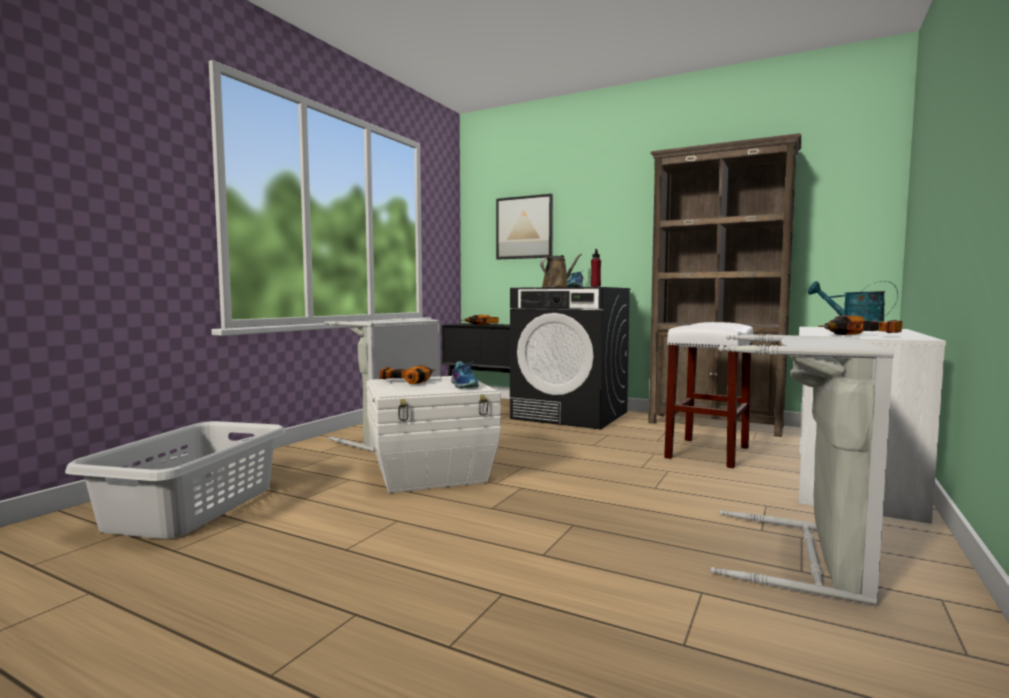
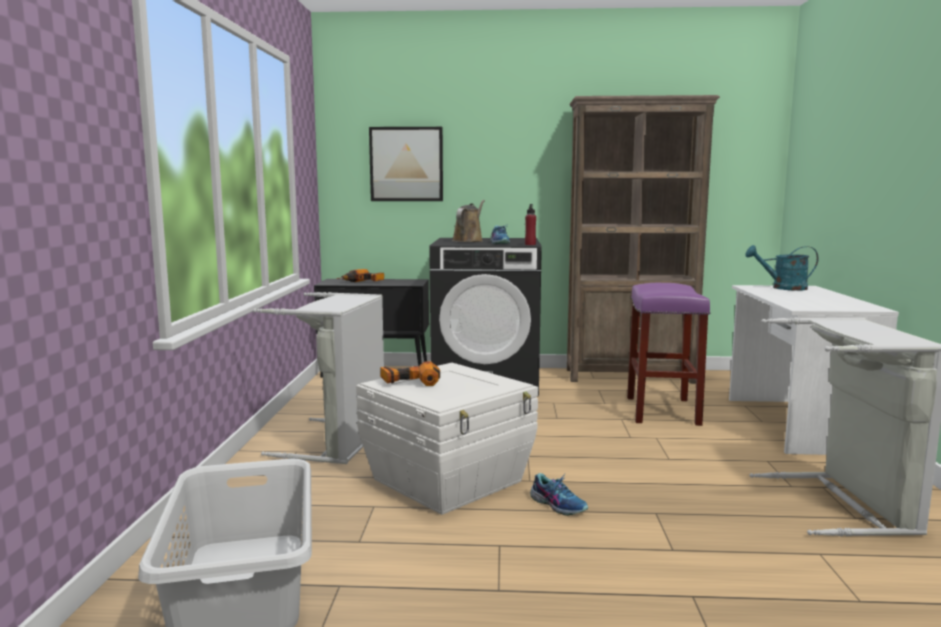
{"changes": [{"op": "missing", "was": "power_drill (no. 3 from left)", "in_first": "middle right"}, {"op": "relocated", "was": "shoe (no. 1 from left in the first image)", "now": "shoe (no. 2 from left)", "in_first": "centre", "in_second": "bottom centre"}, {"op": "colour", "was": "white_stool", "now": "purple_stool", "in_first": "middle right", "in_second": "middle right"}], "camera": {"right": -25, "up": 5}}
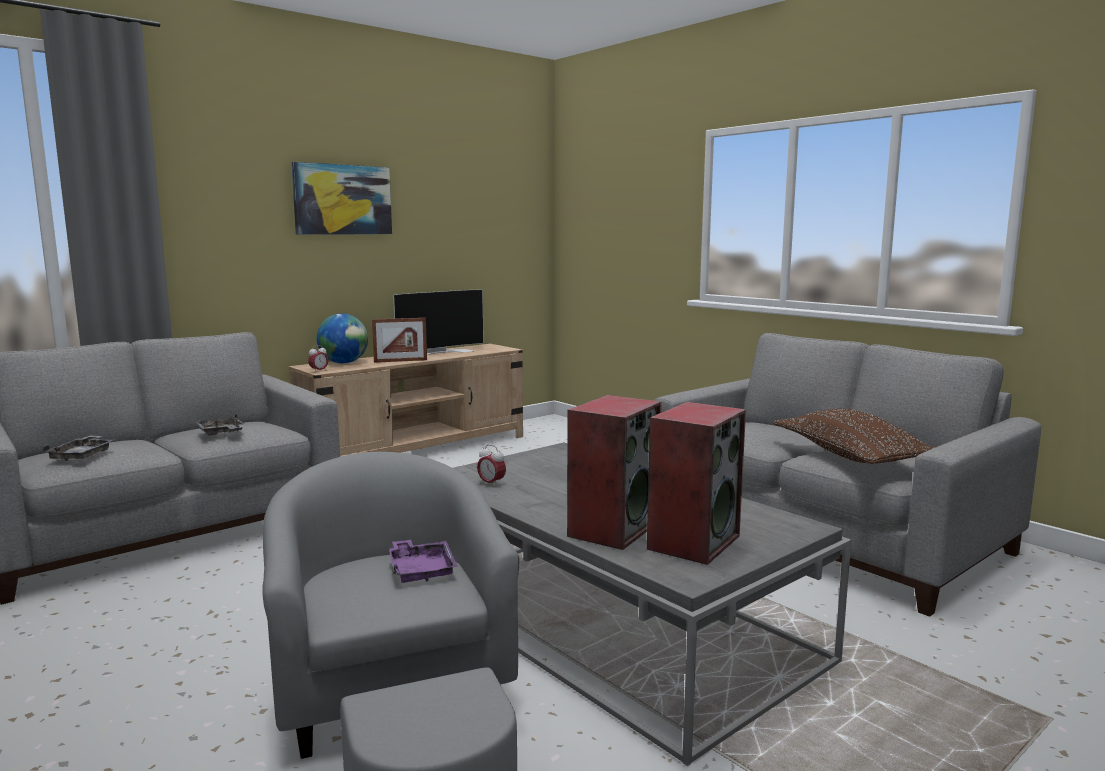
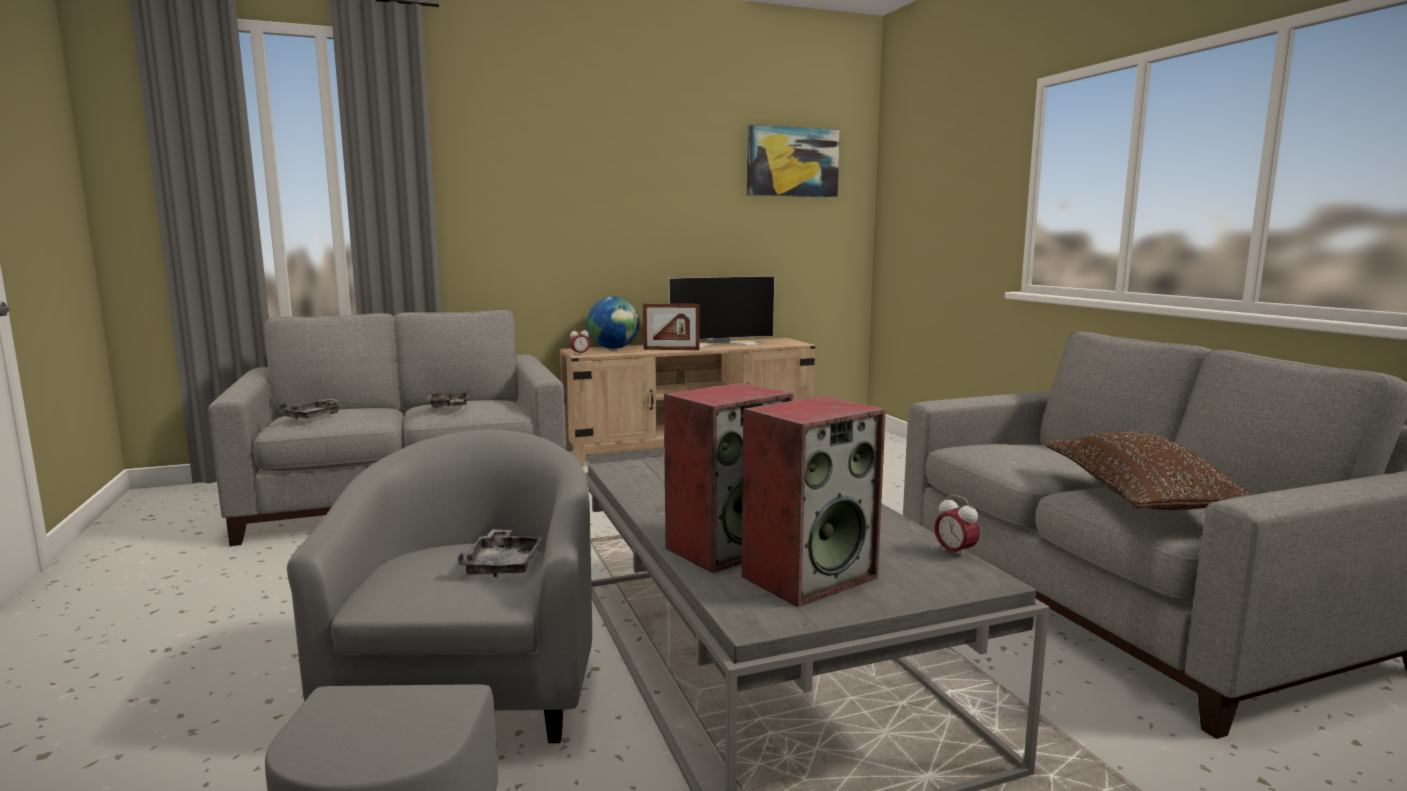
{"changes": [{"op": "relocated", "was": "picture", "in_first": "top left", "in_second": "top centre"}, {"op": "relocated", "was": "alarm_clock (no. 2 from left)", "in_first": "centre", "in_second": "middle right"}, {"op": "colour", "was": "purple_tray", "now": "grey_tray (no. 3 from left)", "in_first": "bottom centre", "in_second": "bottom centre"}], "camera": {"right": 20, "up": 0}}
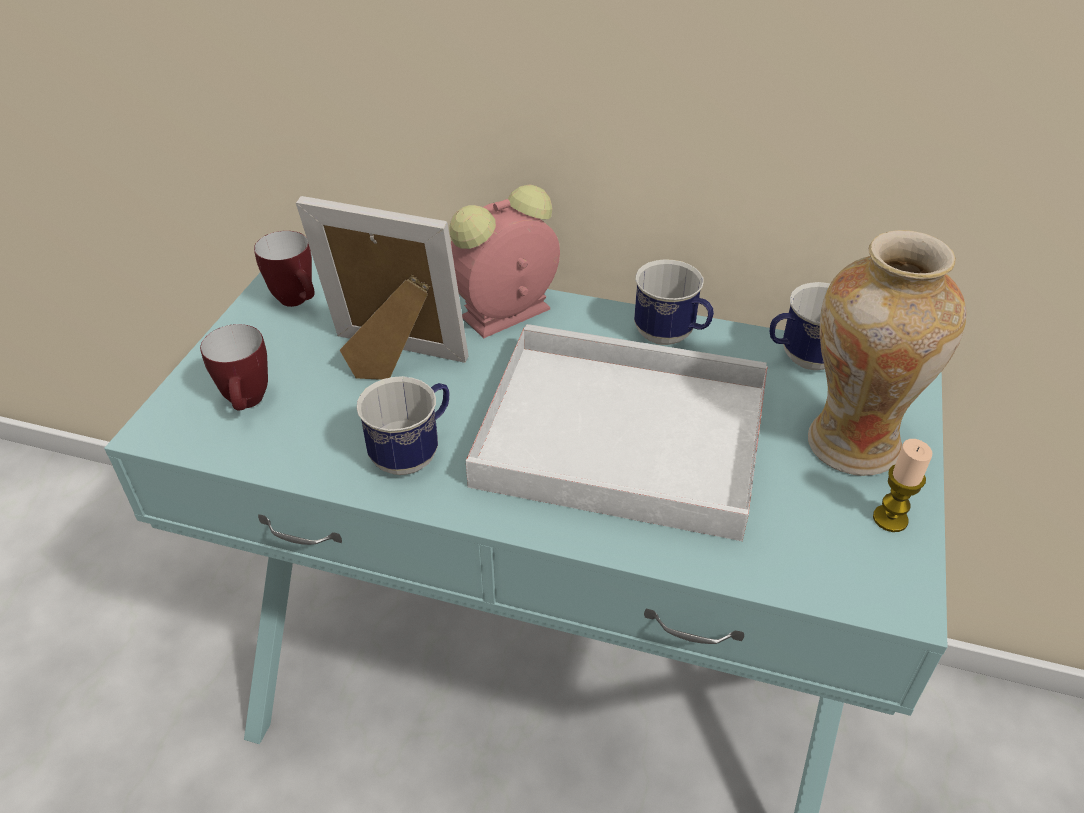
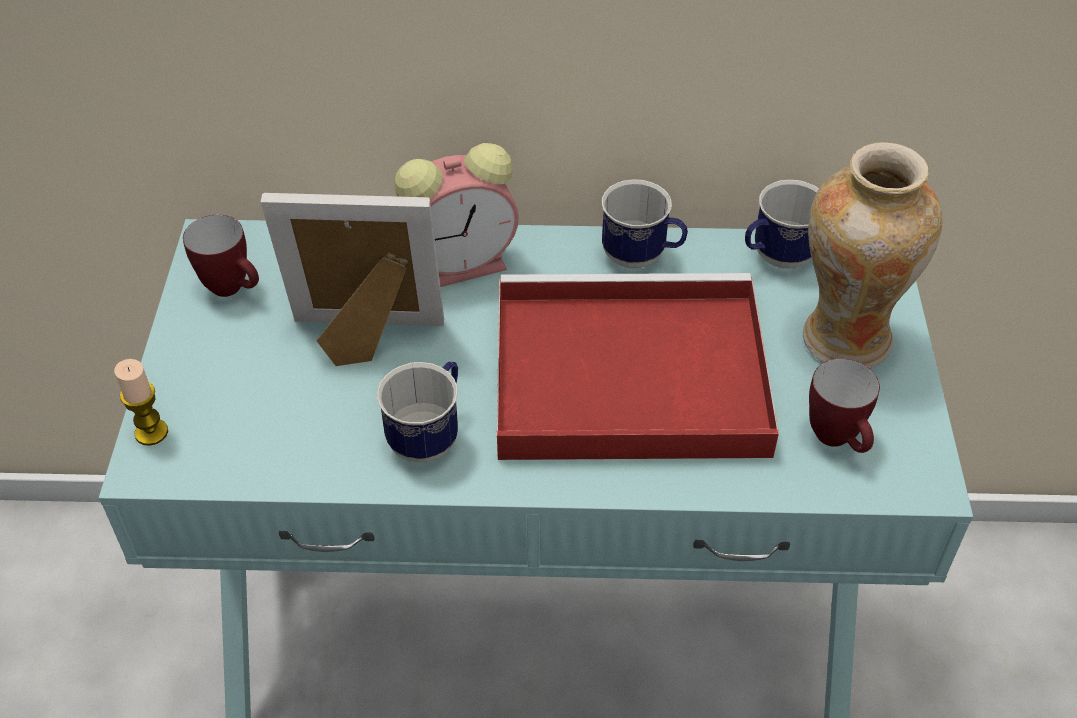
{"changes": [{"op": "relocated", "was": "mug (no. 1 from left in the first image)", "now": "mug (no. 5 from left)", "in_first": "middle left", "in_second": "middle right"}, {"op": "relocated", "was": "candle", "in_first": "middle right", "in_second": "middle left"}, {"op": "colour", "was": "white_tray", "now": "red_tray", "in_first": "centre", "in_second": "centre"}, {"op": "spun", "was": "alarm_clock", "in_first": "top centre", "in_second": "top centre", "clockwise": -150}], "camera": {"right": -15, "up": 5}}
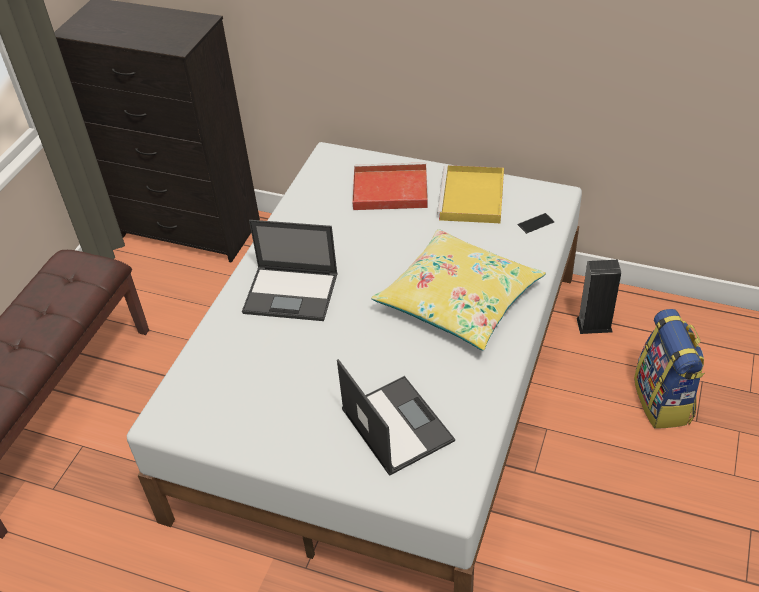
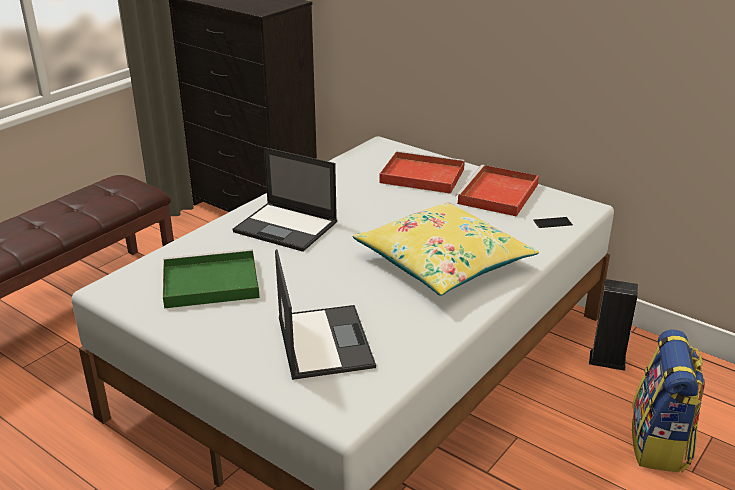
{"changes": [{"op": "appeared", "now": "green_tray", "in_second": "middle left"}, {"op": "colour", "was": "yellow_tray", "now": "red_tray (no. 2 from left)", "in_first": "top centre", "in_second": "middle right"}], "camera": {"right": 15, "up": -15}}
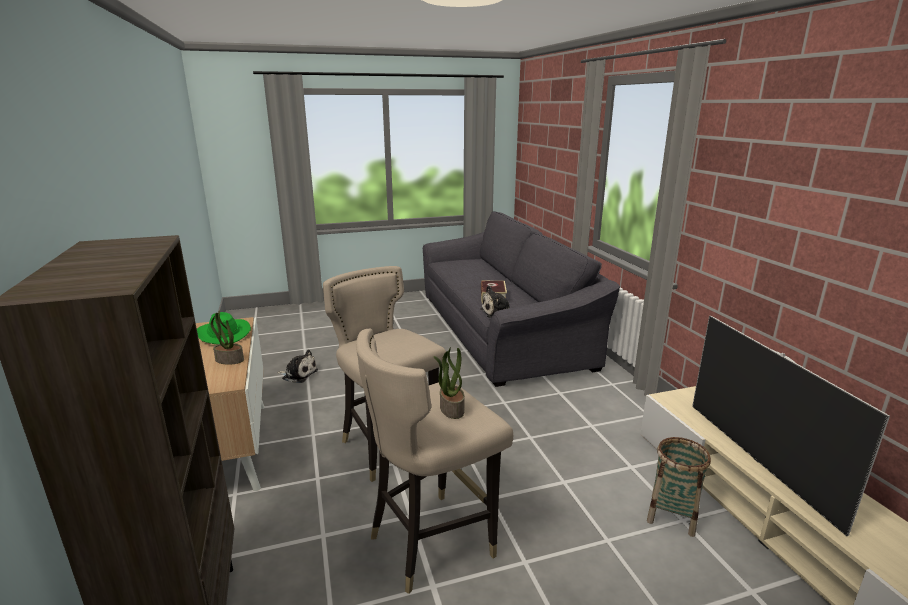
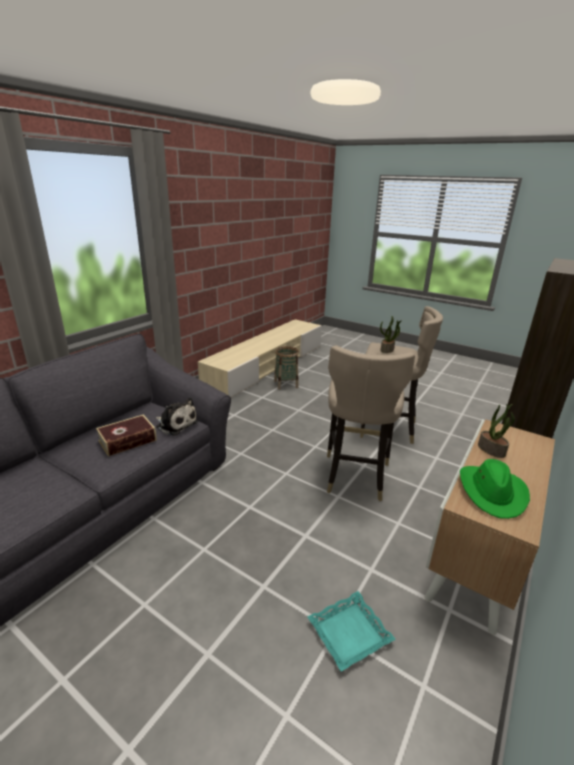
{"changes": [{"op": "missing", "was": "television", "in_first": "bottom right"}, {"op": "exchanged", "was": "plush_toy (no. 1 from left)", "now": "turquoise_tray", "in_first": "middle left", "in_second": "bottom centre"}], "camera": {"right": -130, "up": 5}}
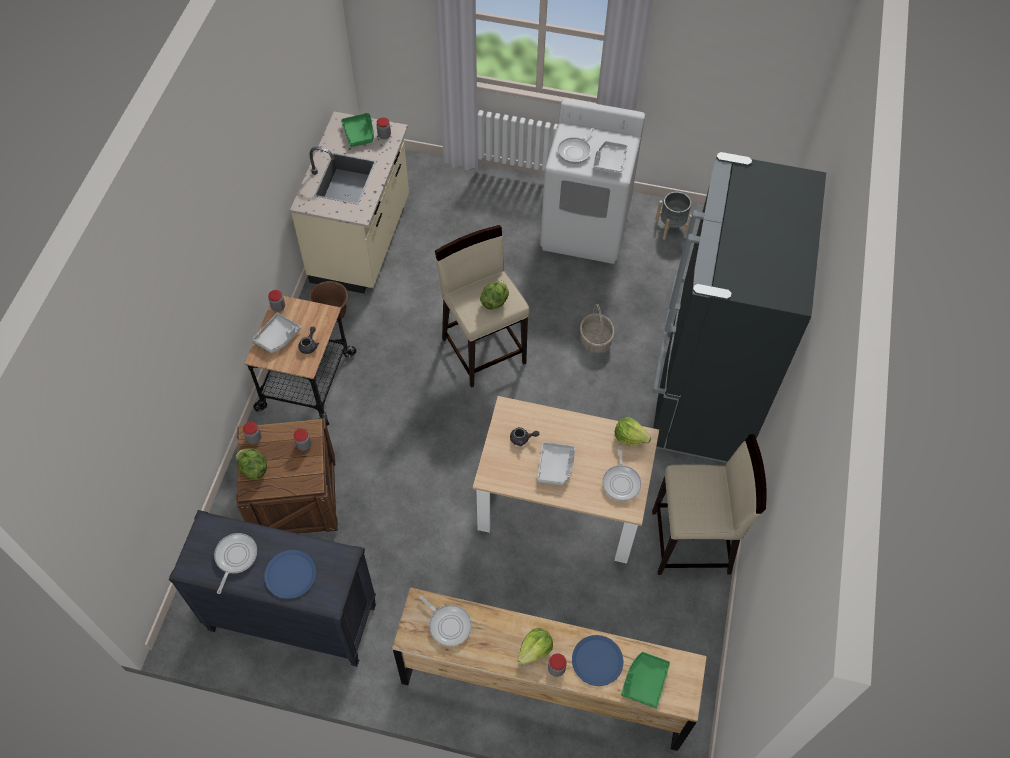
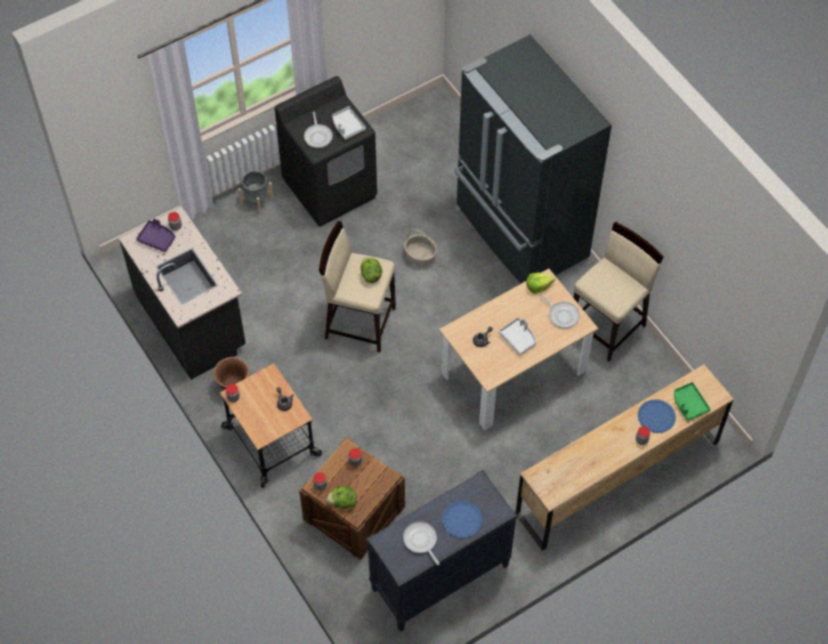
{"changes": [{"op": "missing", "was": "grey_tray (no. 1 from left)", "in_first": "middle left"}, {"op": "missing", "was": "frying_pan (no. 2 from left)", "in_first": "bottom centre"}, {"op": "missing", "was": "lettuce (no. 3 from left)", "in_first": "bottom centre"}, {"op": "relocated", "was": "grey_planter", "in_first": "top right", "in_second": "top left"}, {"op": "colour", "was": "beige_counter", "now": "black_counter", "in_first": "top centre", "in_second": "middle left"}, {"op": "colour", "was": "green_tray (no. 1 from left)", "now": "purple_tray", "in_first": "top centre", "in_second": "middle left"}, {"op": "colour", "was": "white_washing_machine", "now": "black_washing_machine", "in_first": "top centre", "in_second": "top centre"}], "camera": {"right": -45, "up": 0}}
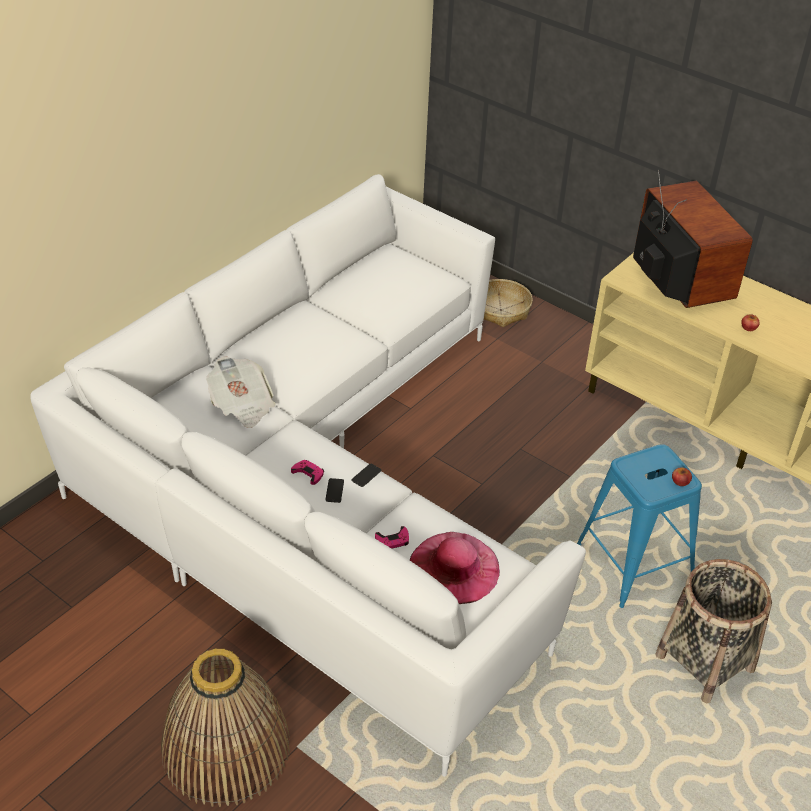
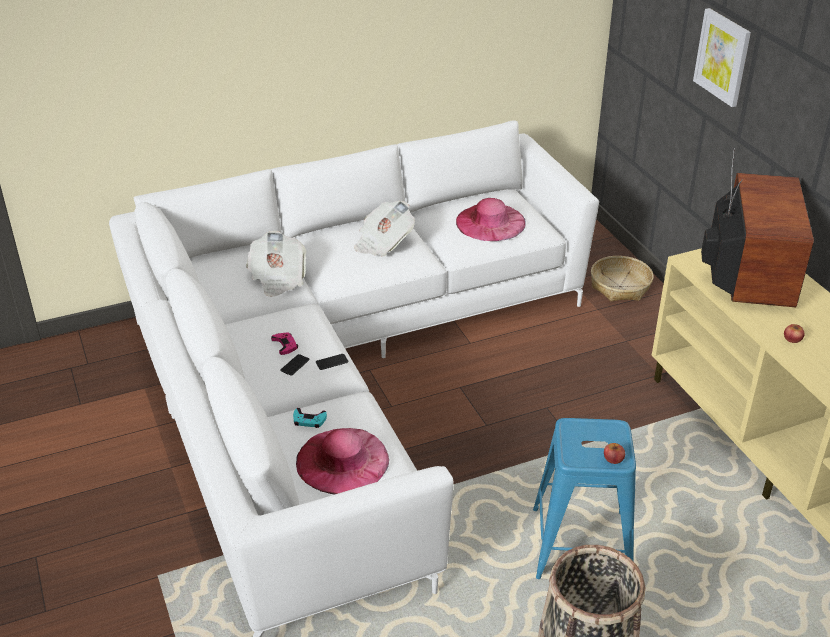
{"changes": [{"op": "missing", "was": "basket (no. 1 from left)", "in_first": "bottom left"}, {"op": "appeared", "now": "newspaper (no. 2 from left)", "in_second": "centre"}, {"op": "appeared", "now": "pink_hat (no. 2 from left)", "in_second": "centre"}, {"op": "appeared", "now": "picture", "in_second": "top right"}, {"op": "colour", "was": "pink_game_controller (no. 2 from left)", "now": "turquoise_game_controller", "in_first": "centre", "in_second": "centre"}], "camera": {"right": 30, "up": -5}}
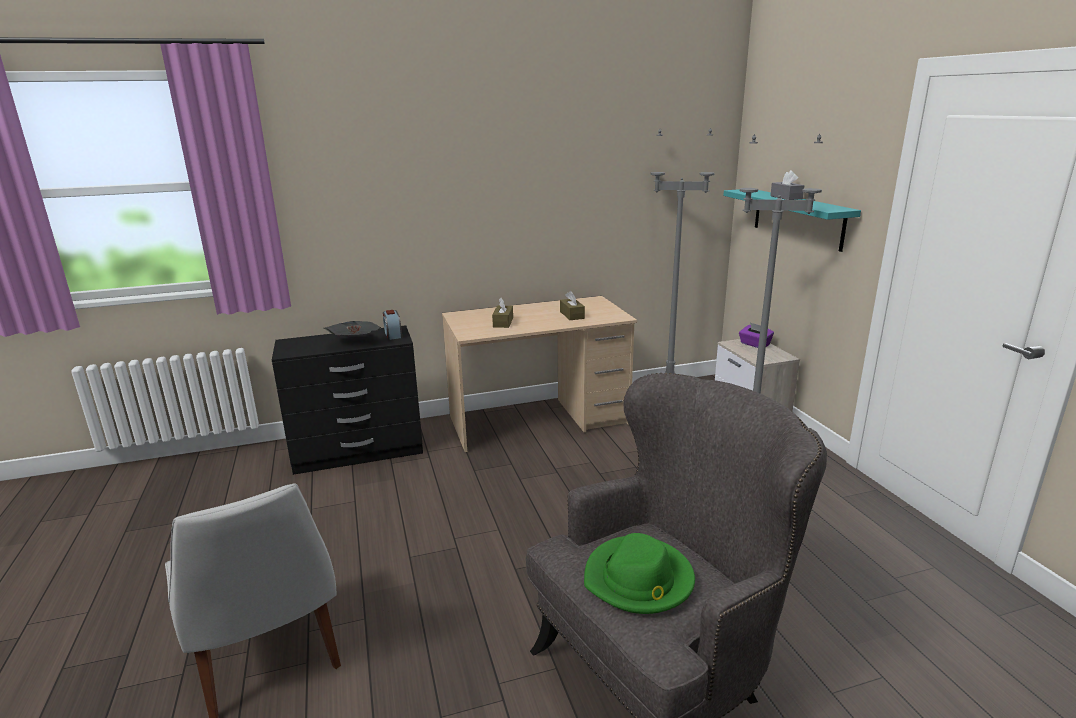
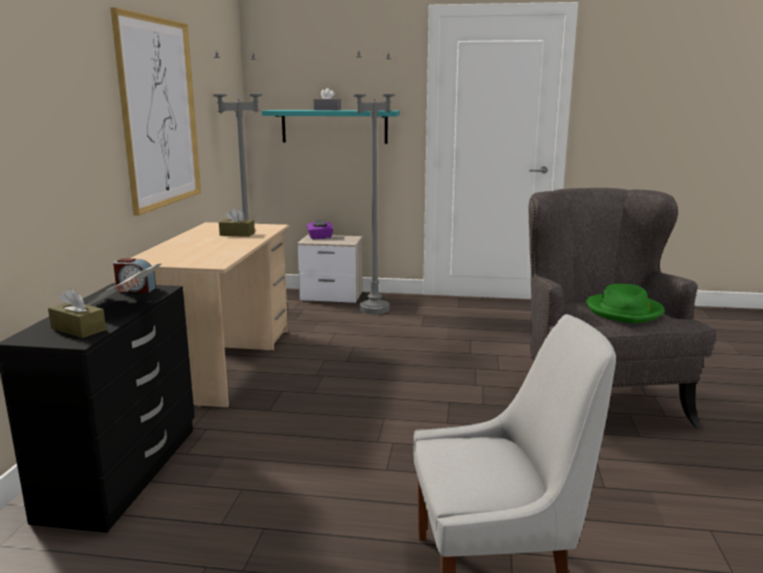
{"changes": [{"op": "appeared", "now": "picture", "in_second": "top left"}, {"op": "relocated", "was": "brown_tissue_box (no. 1 from left)", "in_first": "centre", "in_second": "middle left"}], "camera": {"right": -65, "up": -5}}
